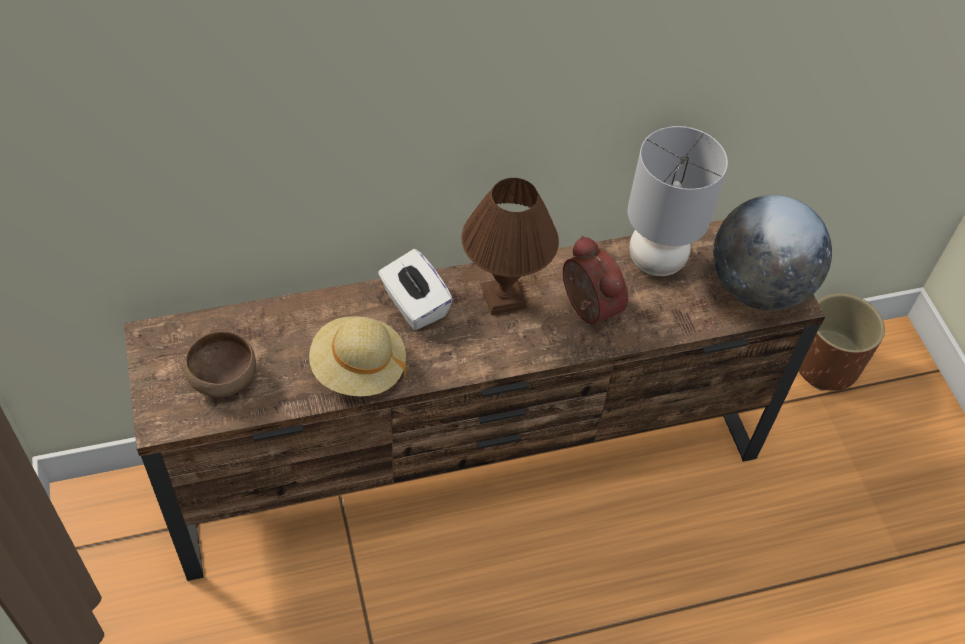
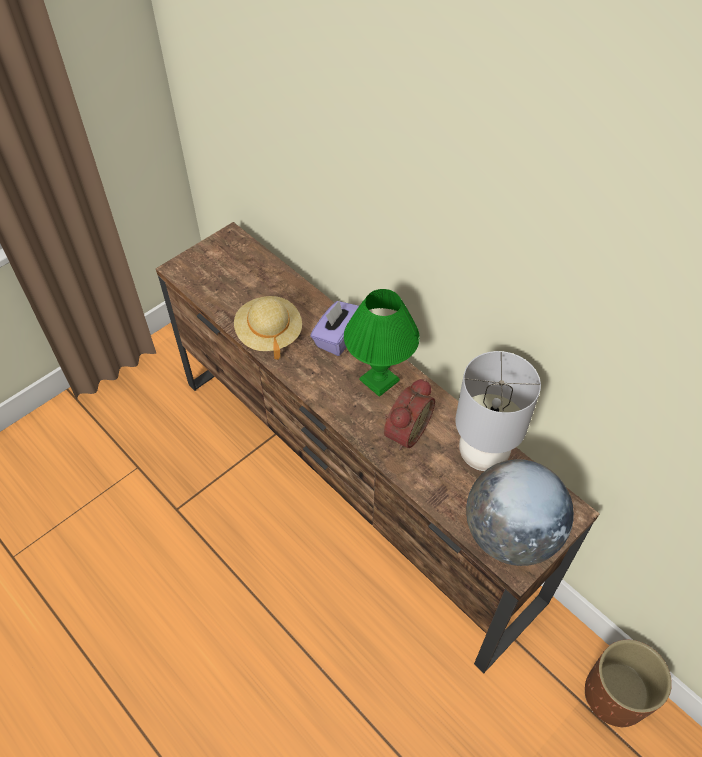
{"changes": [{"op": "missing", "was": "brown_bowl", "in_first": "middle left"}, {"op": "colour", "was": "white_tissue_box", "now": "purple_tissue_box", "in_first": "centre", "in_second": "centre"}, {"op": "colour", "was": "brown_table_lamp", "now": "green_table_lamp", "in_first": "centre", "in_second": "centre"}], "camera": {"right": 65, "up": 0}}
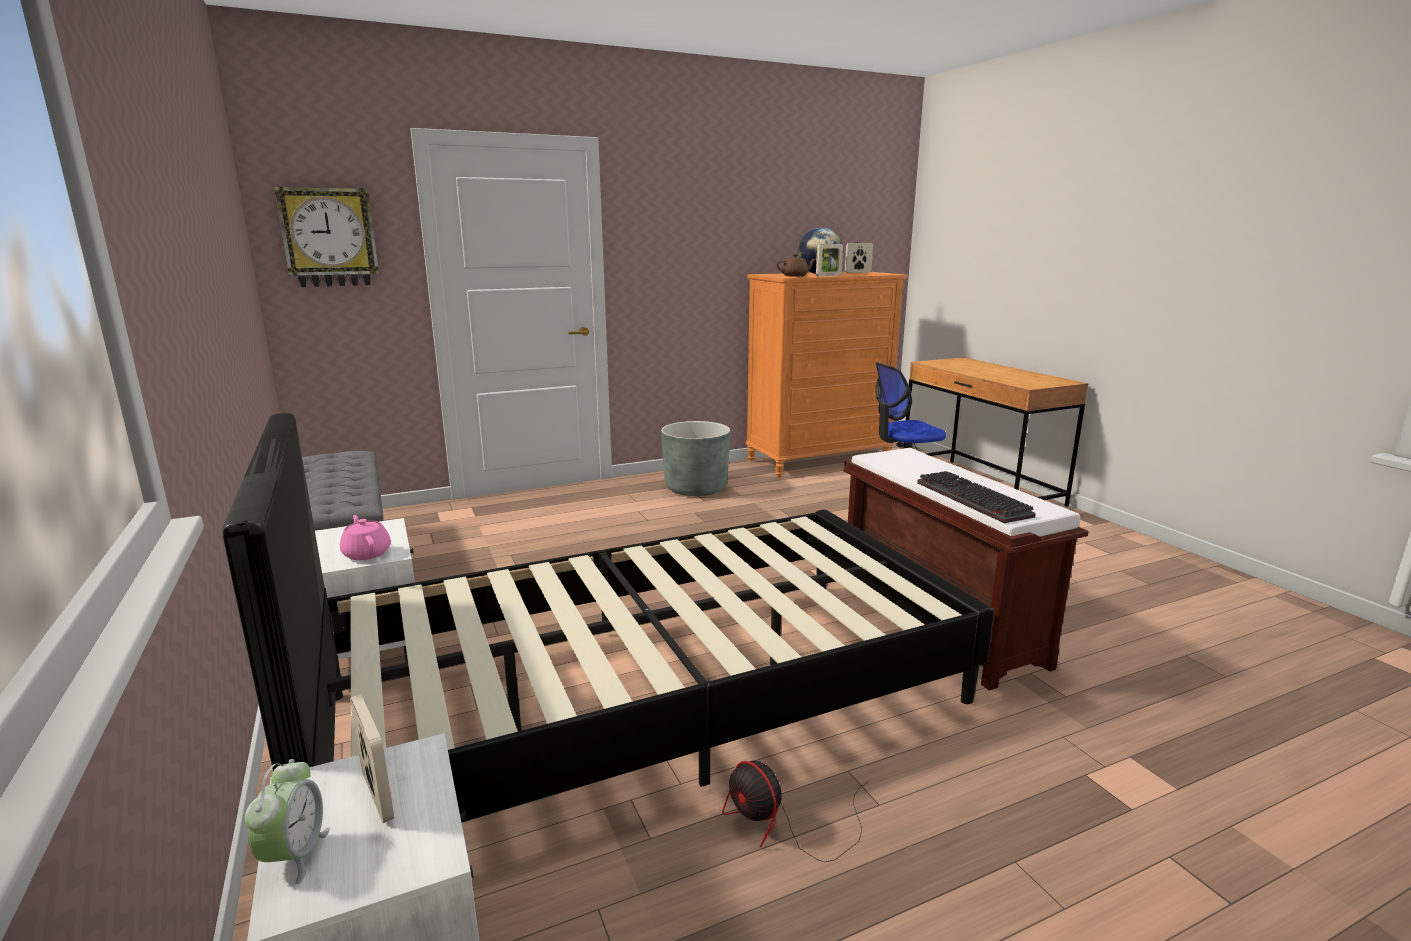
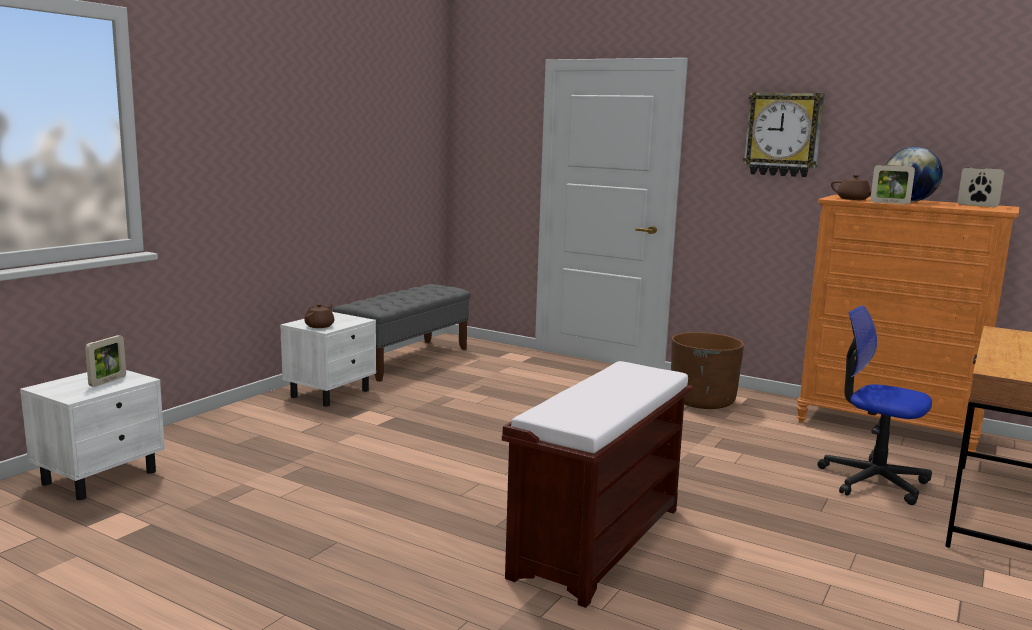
{"changes": [{"op": "missing", "was": "black_bed", "in_first": "centre"}, {"op": "missing", "was": "alarm_clock", "in_first": "bottom left"}, {"op": "missing", "was": "fan", "in_first": "bottom centre"}, {"op": "missing", "was": "keyboard", "in_first": "middle right"}, {"op": "relocated", "was": "wall_clock", "in_first": "top left", "in_second": "top right"}, {"op": "colour", "was": "pink_teapot", "now": "brown_teapot (no. 1 from left)", "in_first": "middle left", "in_second": "middle left"}, {"op": "colour", "was": "grey_planter", "now": "brown_planter", "in_first": "centre", "in_second": "middle right"}], "camera": {"right": 55, "up": -5}}
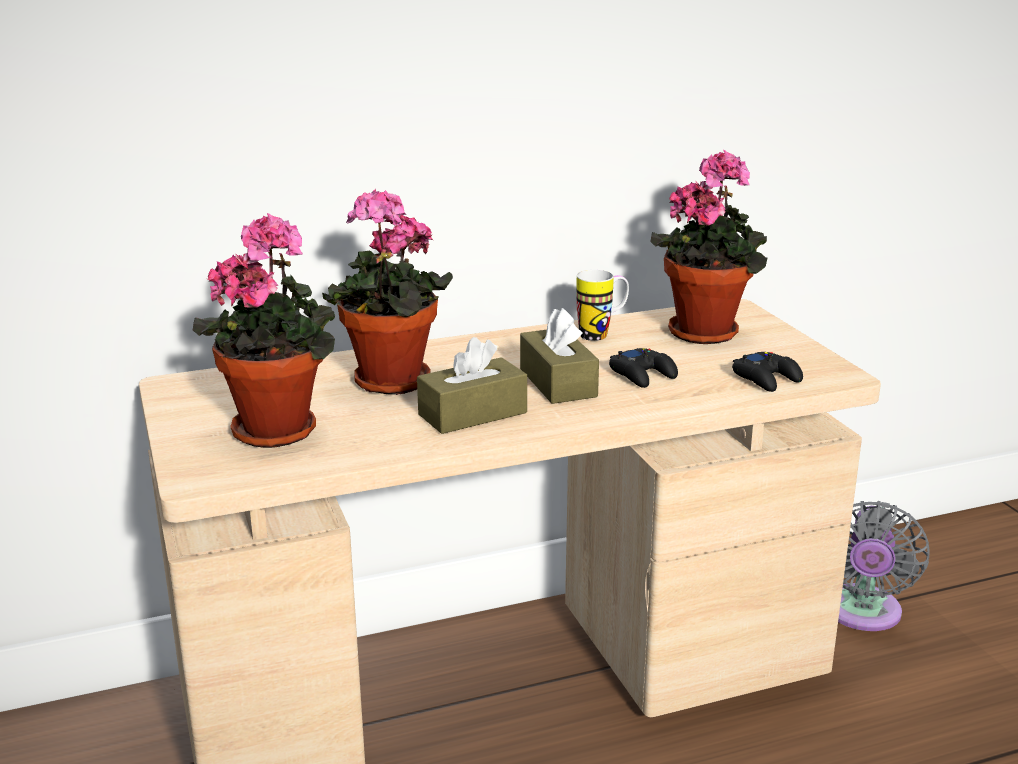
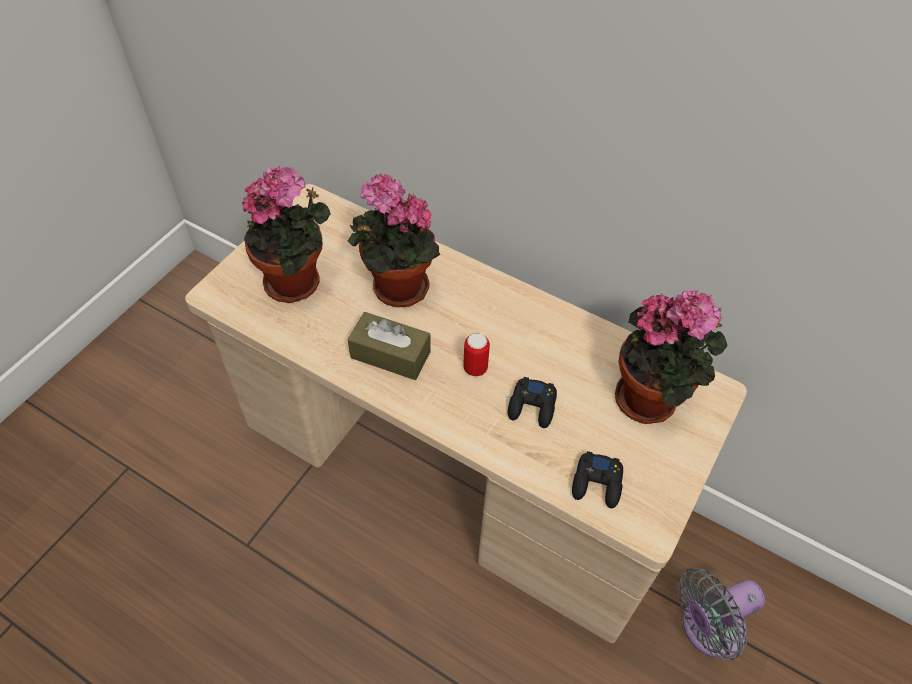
{"changes": [{"op": "missing", "was": "mug", "in_first": "centre"}, {"op": "exchanged", "was": "brown_tissue_box (no. 2 from left)", "now": "can", "in_first": "centre", "in_second": "centre"}], "camera": {"right": 50, "up": 30}}
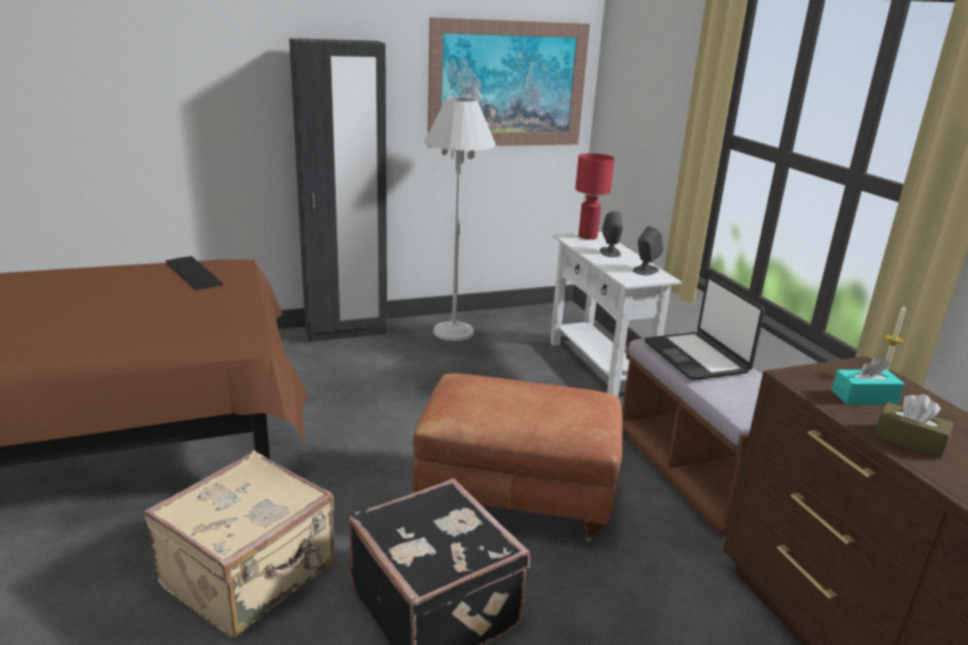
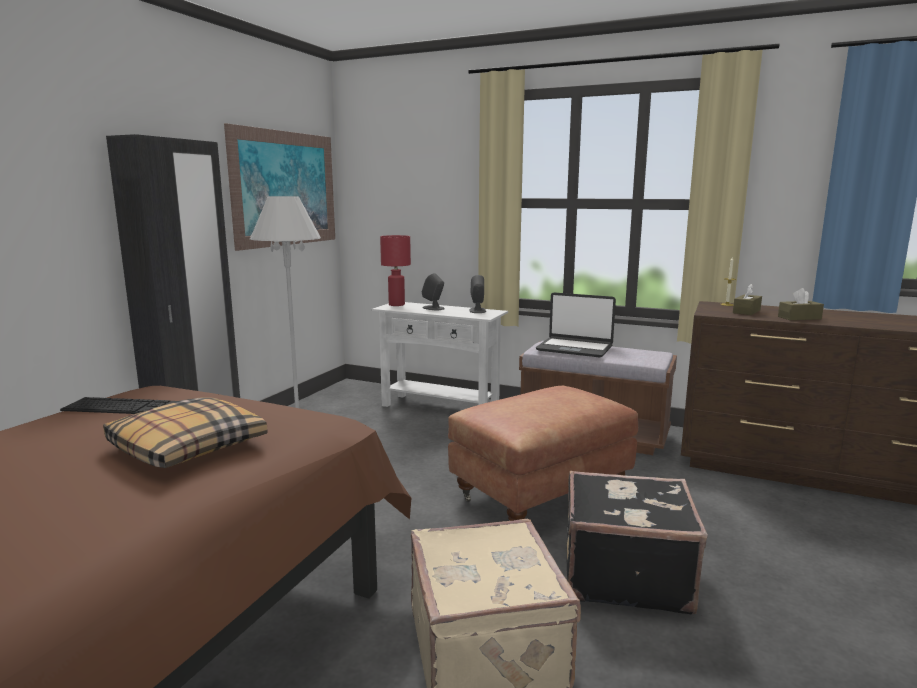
{"changes": [{"op": "appeared", "now": "pillow", "in_second": "middle left"}, {"op": "colour", "was": "turquoise_tissue_box", "now": "brown_tissue_box (no. 1 from left)", "in_first": "middle right", "in_second": "middle right"}], "camera": {"right": -45, "up": -10}}
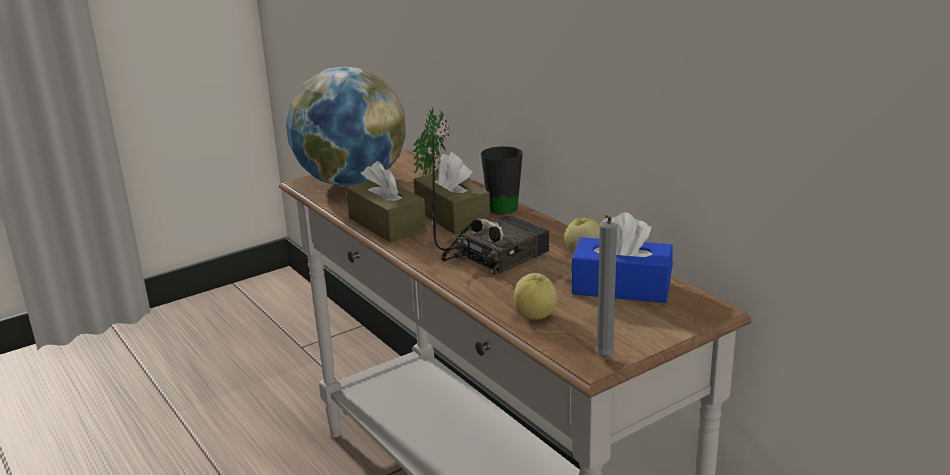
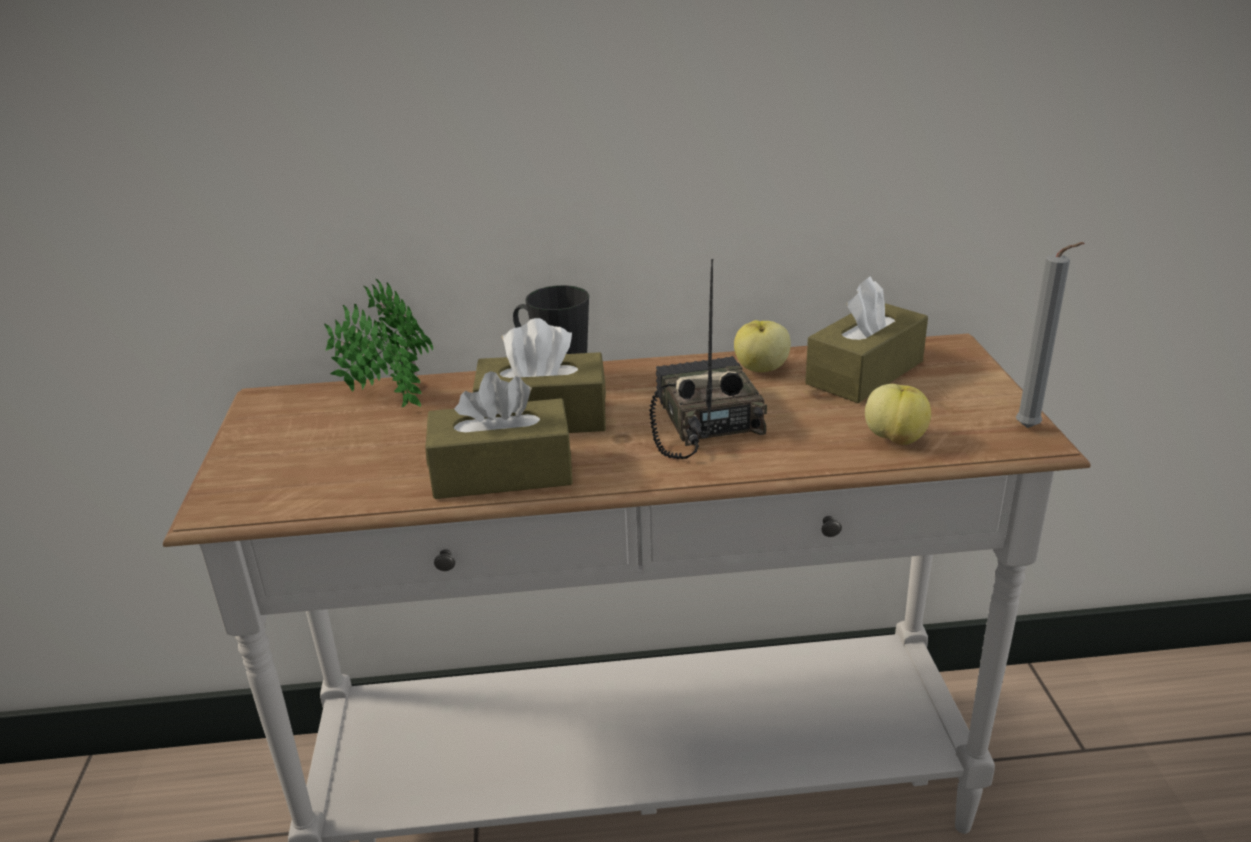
{"changes": [{"op": "missing", "was": "globe", "in_first": "top centre"}, {"op": "colour", "was": "blue_tissue_box", "now": "brown_tissue_box (no. 3 from left)", "in_first": "centre", "in_second": "middle right"}], "camera": {"right": -60, "up": 5}}
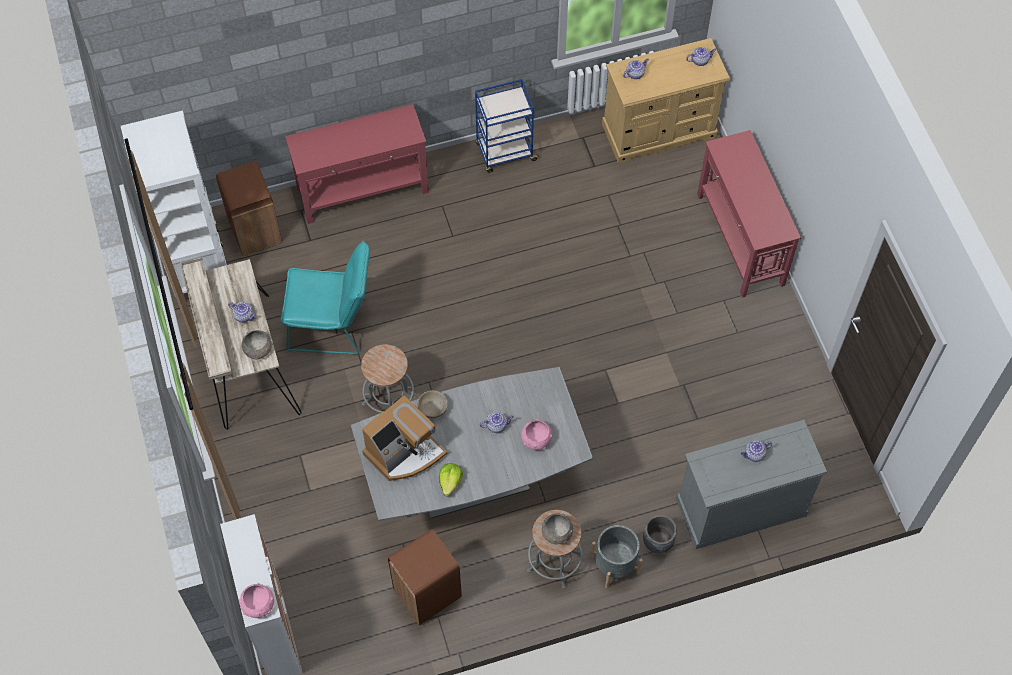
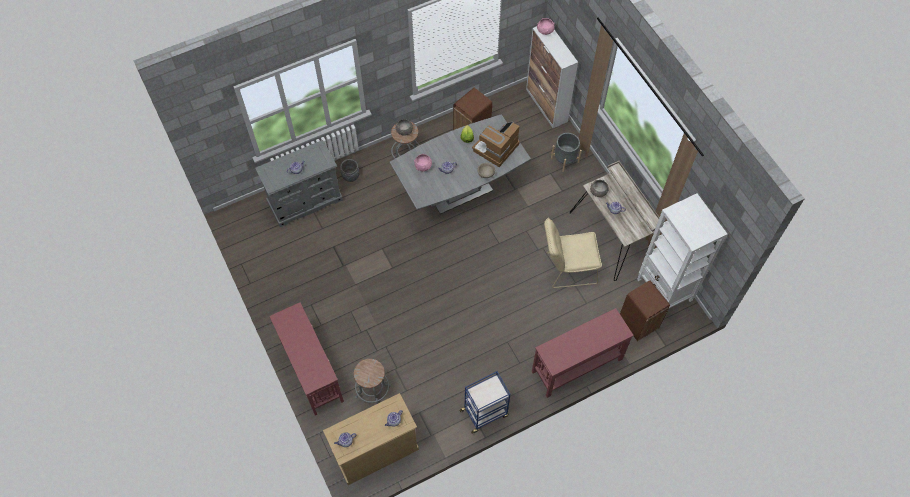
{"changes": [{"op": "relocated", "was": "grey_stool (no. 1 from left)", "in_first": "centre", "in_second": "bottom centre"}, {"op": "relocated", "was": "grey_planter (no. 1 from left in the first image)", "now": "grey_planter (no. 2 from left)", "in_first": "bottom centre", "in_second": "top centre"}, {"op": "colour", "was": "turquoise_chair", "now": "beige_chair", "in_first": "middle left", "in_second": "centre"}], "camera": {"right": 170, "up": 0}}
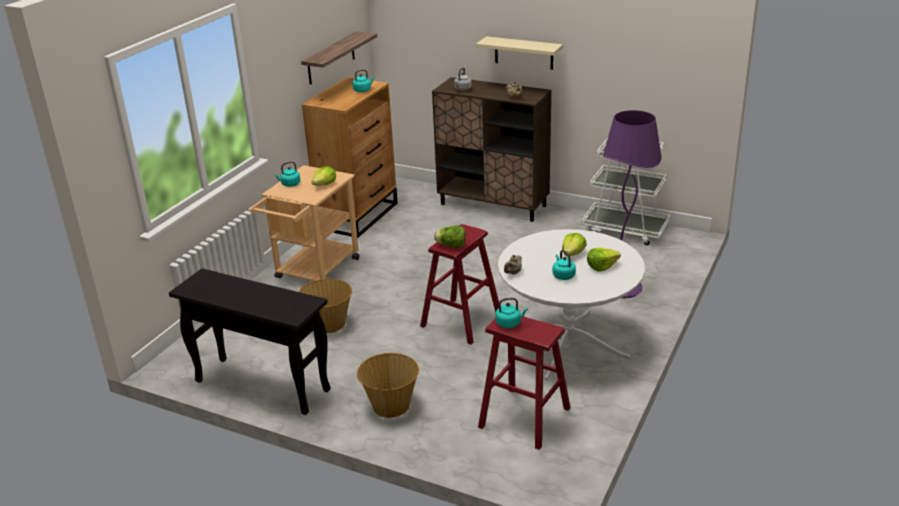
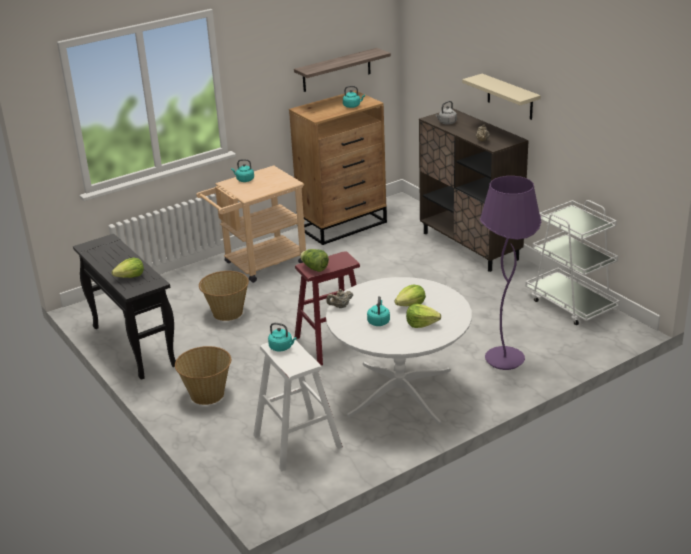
{"changes": [{"op": "relocated", "was": "lettuce (no. 1 from left)", "in_first": "centre", "in_second": "middle left"}, {"op": "colour", "was": "red_stool (no. 2 from left)", "now": "white_stool", "in_first": "bottom centre", "in_second": "bottom centre"}], "camera": {"right": 30, "up": 0}}
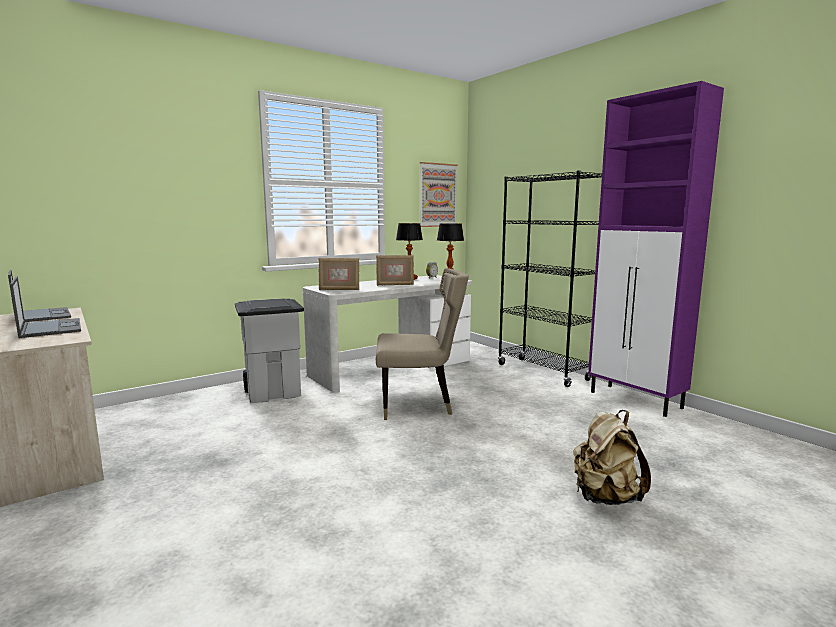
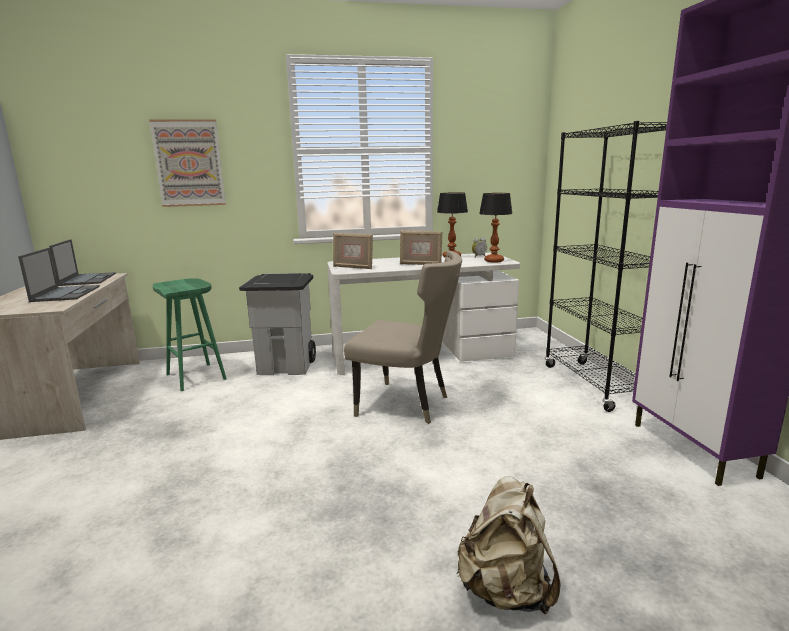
{"changes": [{"op": "appeared", "now": "green_stool", "in_second": "middle left"}, {"op": "relocated", "was": "picture", "in_first": "top centre", "in_second": "top left"}], "camera": {"right": 25, "up": 5}}
